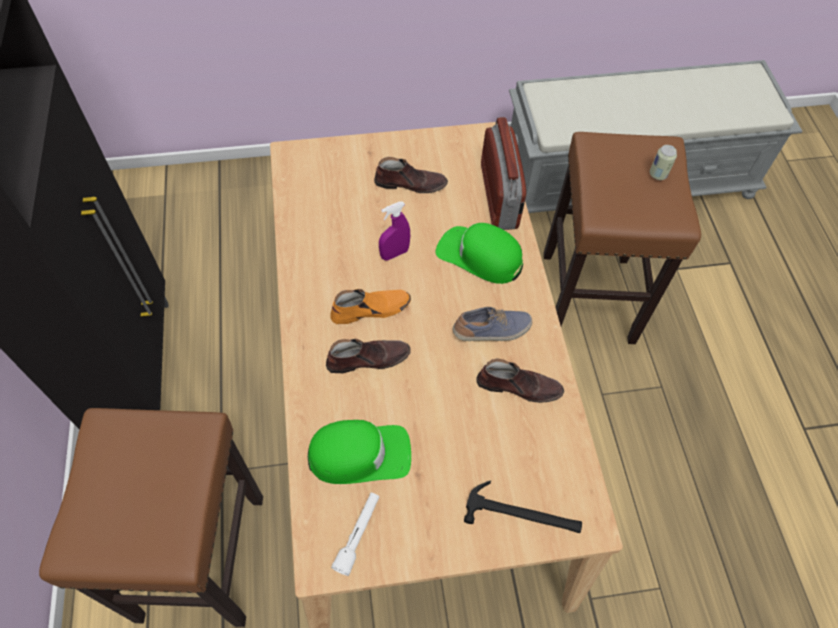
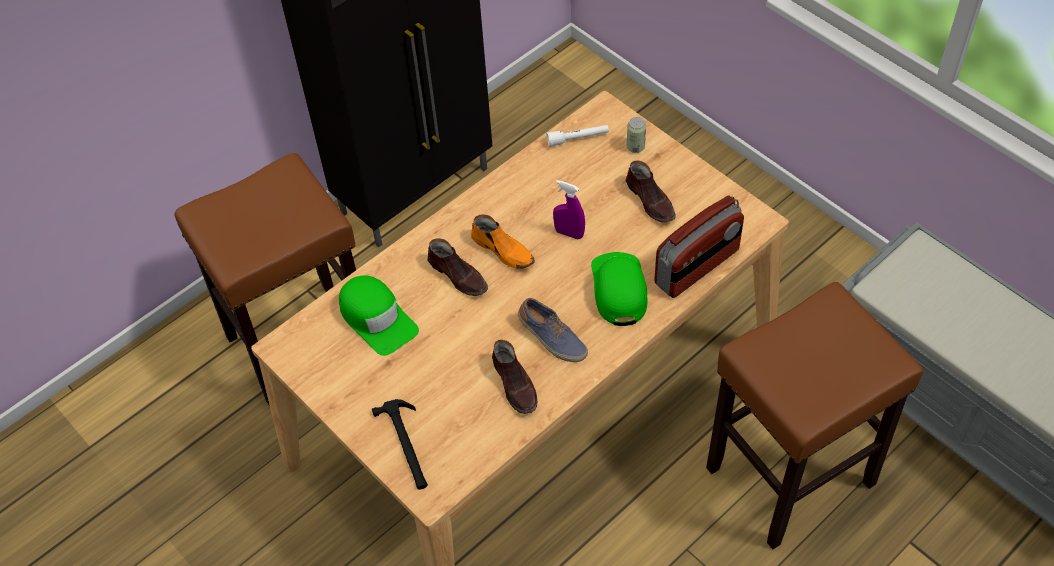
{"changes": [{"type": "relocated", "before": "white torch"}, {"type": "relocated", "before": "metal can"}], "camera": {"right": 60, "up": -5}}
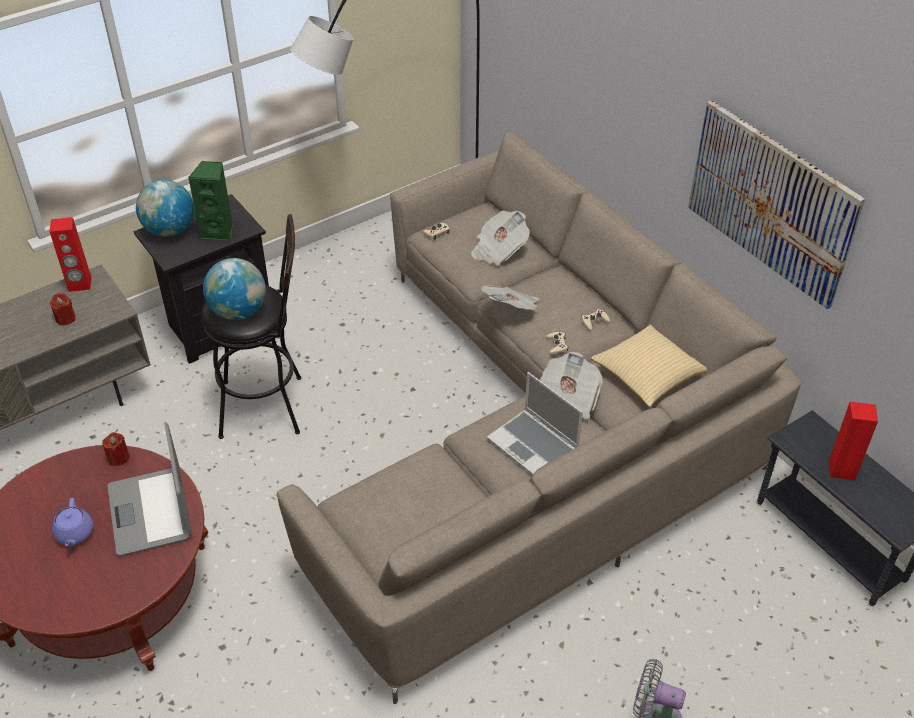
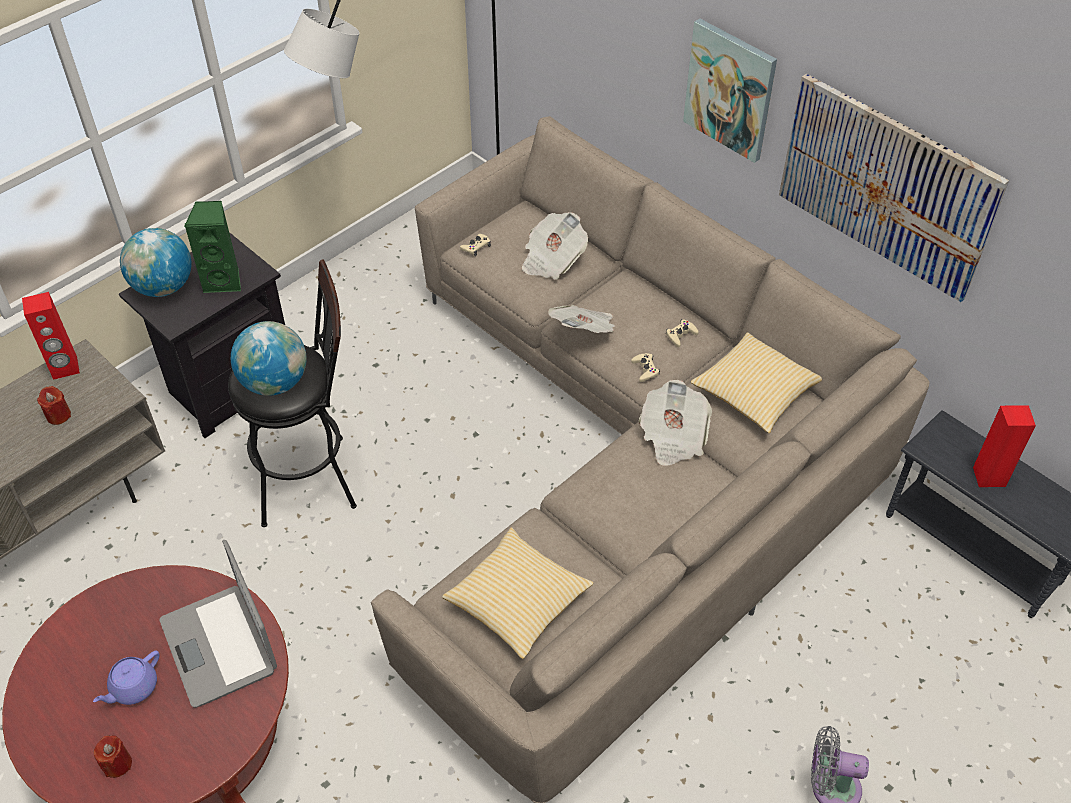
{"changes": [{"type": "missing", "before": "portable computer (no. 2 from left)"}, {"type": "appeared", "after": "throw pillow (no. 1 from left)"}, {"type": "appeared", "after": "wall art (no. 1 from left)"}, {"type": "relocated", "before": "red-coloured wax candle (no. 2 from left)"}, {"type": "spun", "before": "purple-coloured tea pot", "turn": 60}], "camera": {"right": -10, "up": 5}}
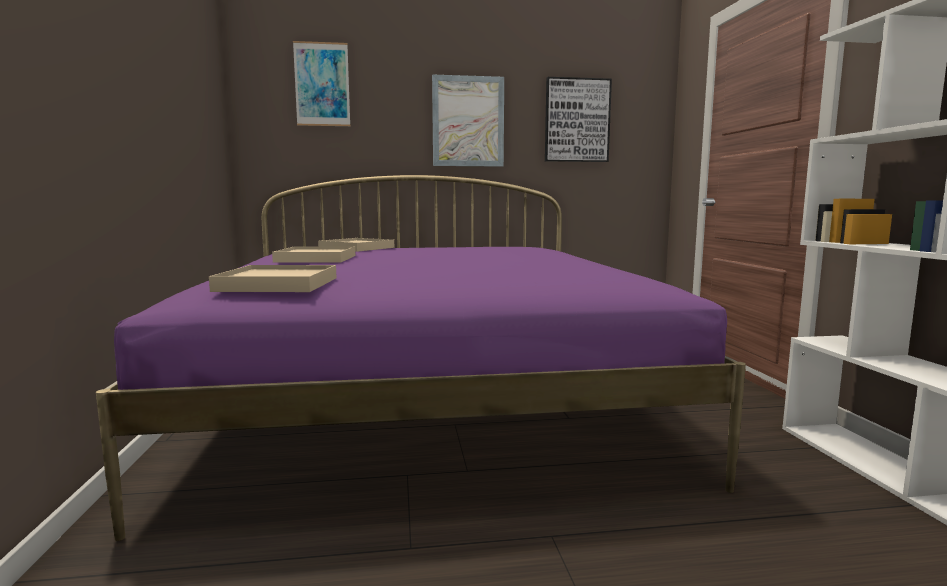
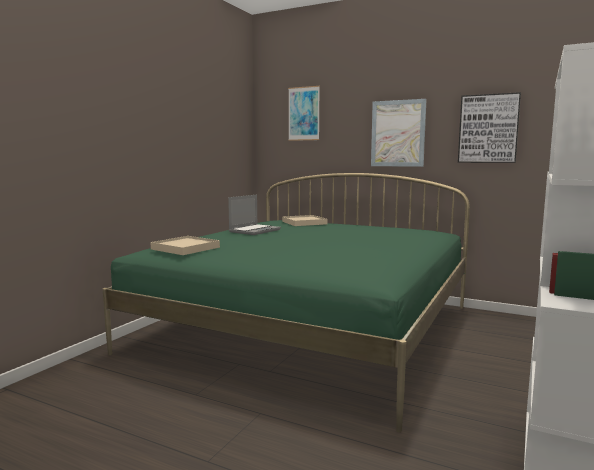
{"changes": [{"type": "exchanged", "before": "beige serving tray (no. 2 from left)", "after": "portable computer"}, {"type": "colour", "before": "purple-coloured bedroom bed", "after": "green-coloured bedroom bed"}], "camera": {"right": 35, "up": 0}}
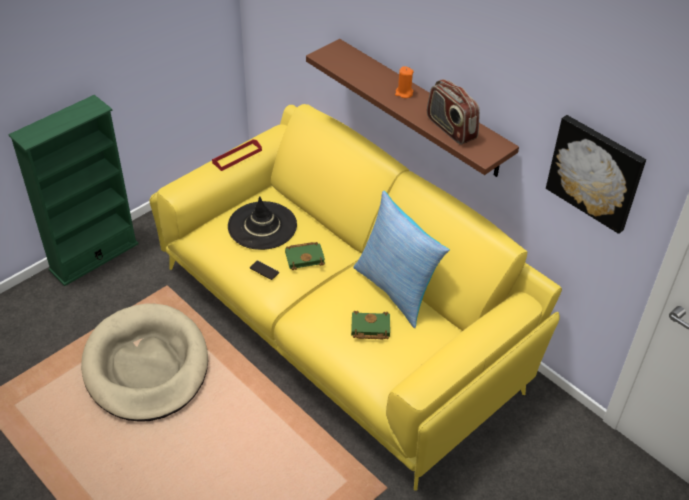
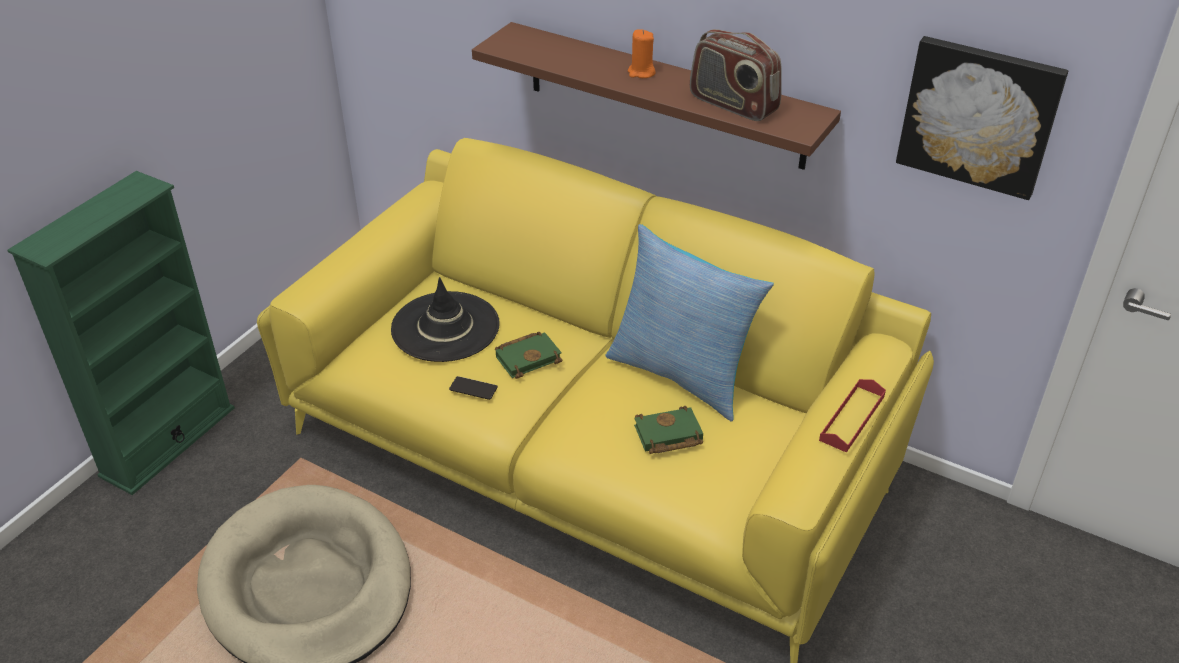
{"changes": [{"type": "relocated", "before": "red-coloured serving tray"}], "camera": {"right": -15, "up": -5}}
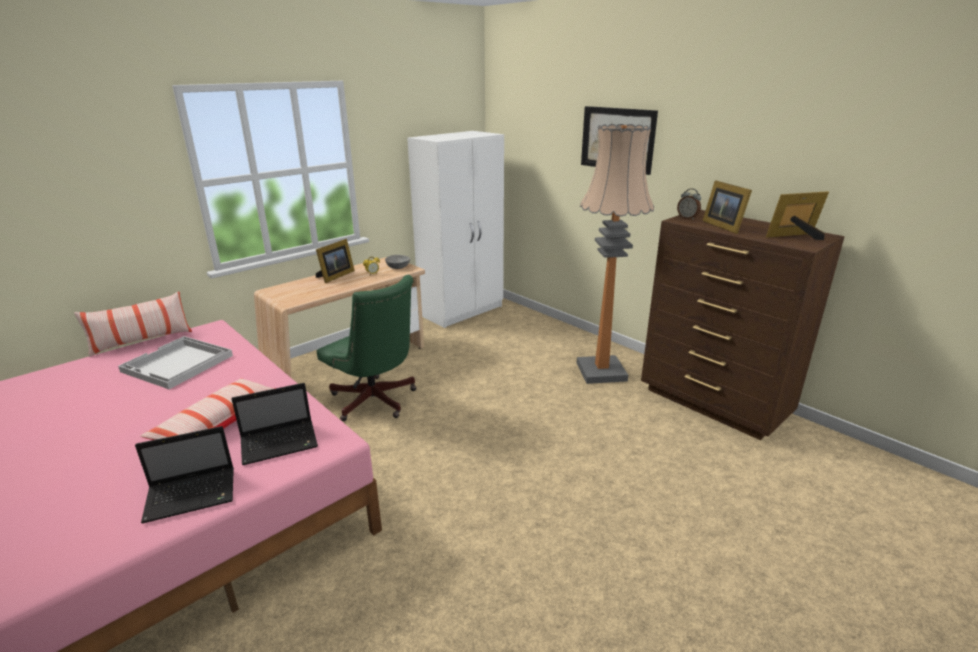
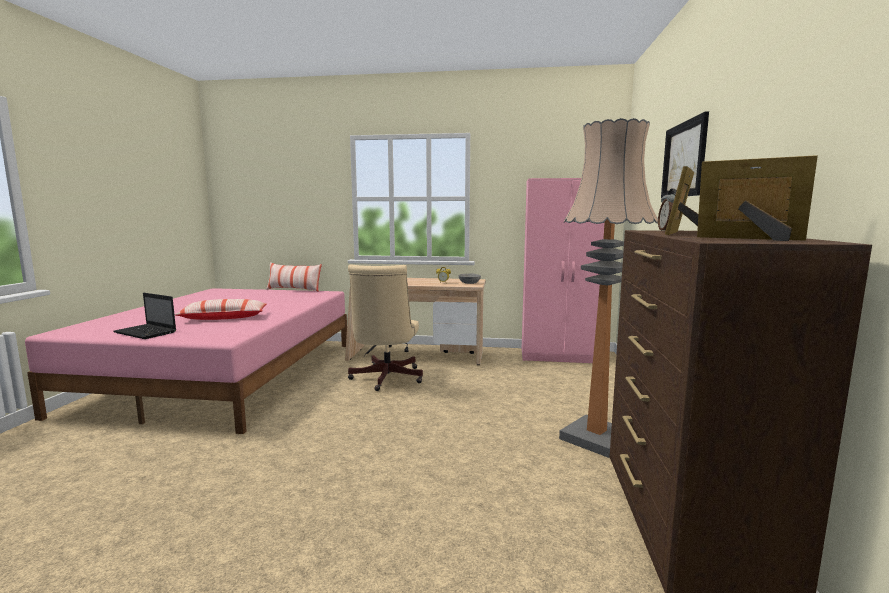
{"changes": [{"type": "missing", "before": "white serving tray"}, {"type": "missing", "before": "portable computer (no. 2 from left)"}, {"type": "missing", "before": "photo frame (no. 1 from left)"}, {"type": "colour", "before": "green-coloured office chair", "after": "beige office chair"}, {"type": "colour", "before": "white wardrobe", "after": "pink-coloured wardrobe"}], "camera": {"right": 50, "up": -15}}
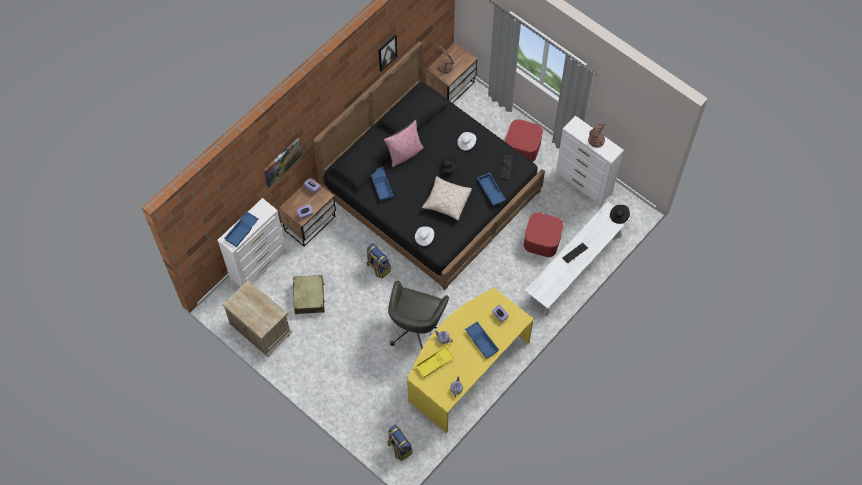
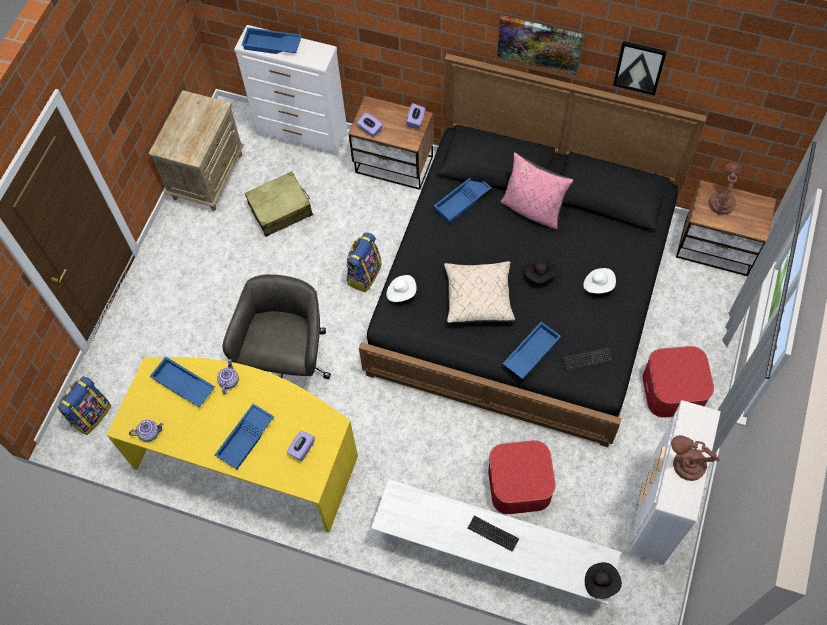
{"changes": [{"type": "relocated", "before": "wall art (no. 1 from left)"}, {"type": "colour", "before": "yellowish serving tray", "after": "blue serving tray (no. 1 from left)"}, {"type": "spun", "before": "gray office chair", "turn": 105}], "camera": {"right": 70, "up": 0}}
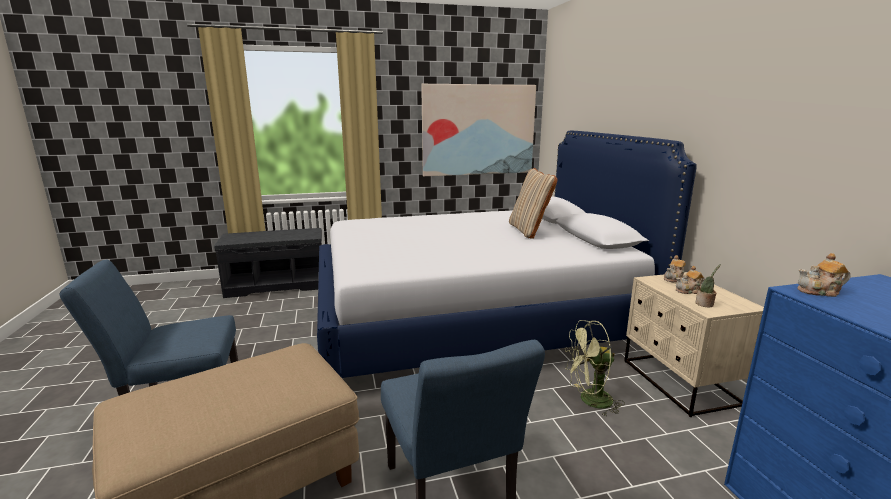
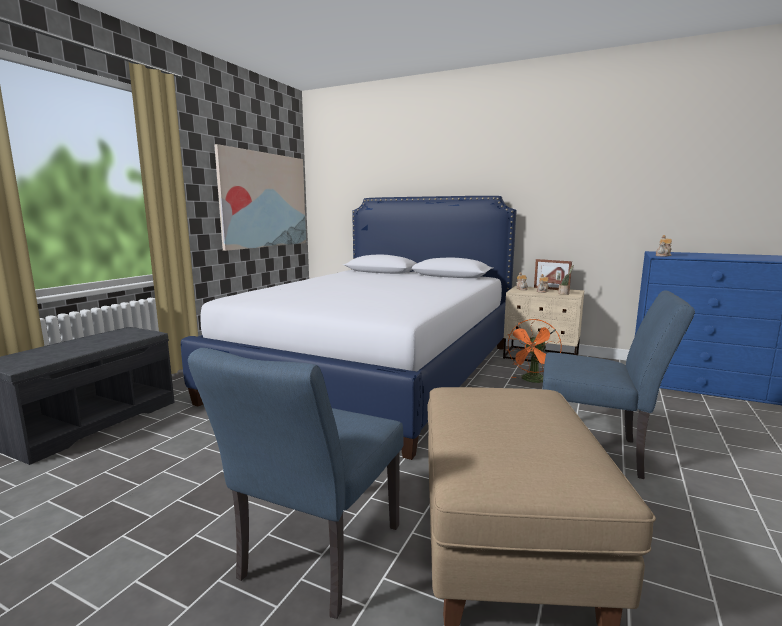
{"changes": [{"type": "missing", "before": "beige throw pillow"}, {"type": "appeared", "after": "photo frame"}, {"type": "colour", "before": "green-coloured fan", "after": "orangey fan"}], "camera": {"right": -50, "up": -5}}
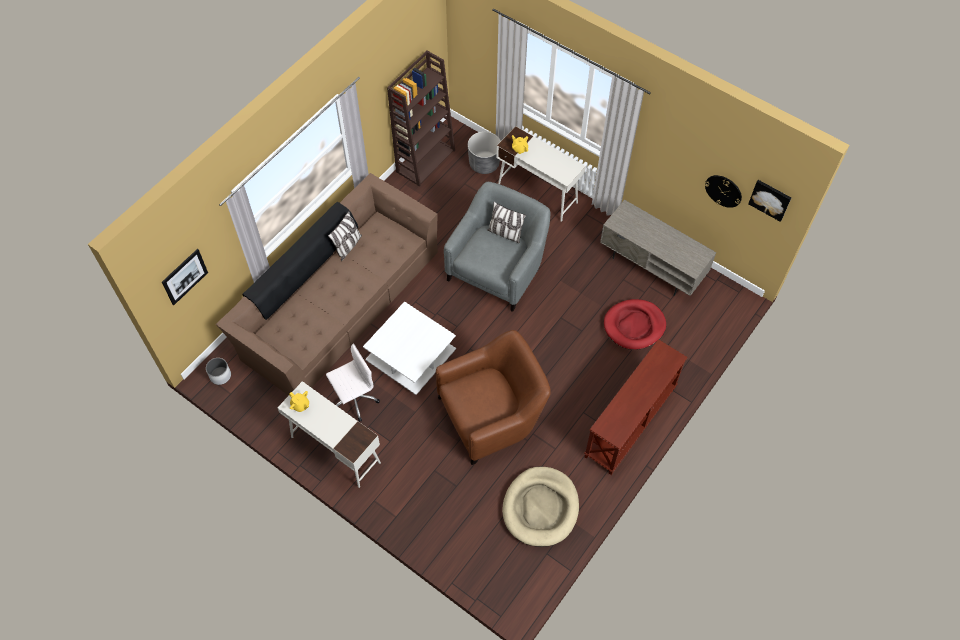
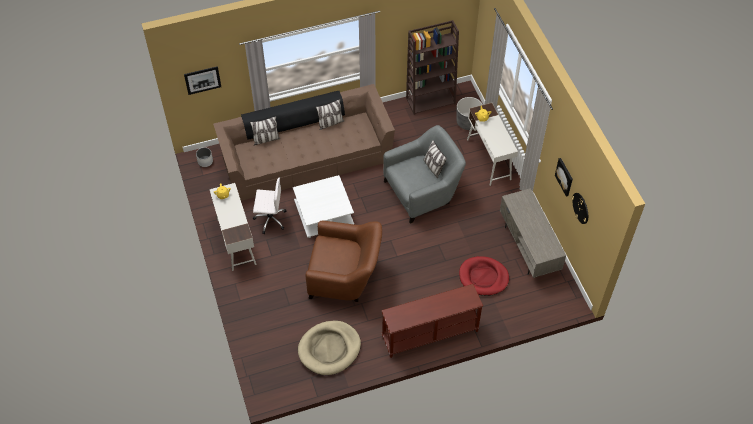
{"changes": [{"type": "appeared", "after": "throw pillow (no. 1 from left)"}, {"type": "relocated", "before": "wall art (no. 2 from left)"}], "camera": {"right": 35, "up": -5}}
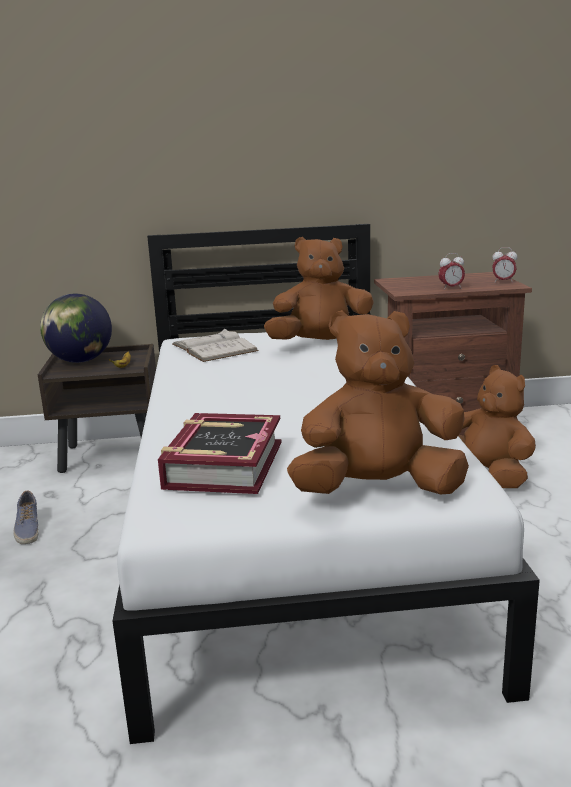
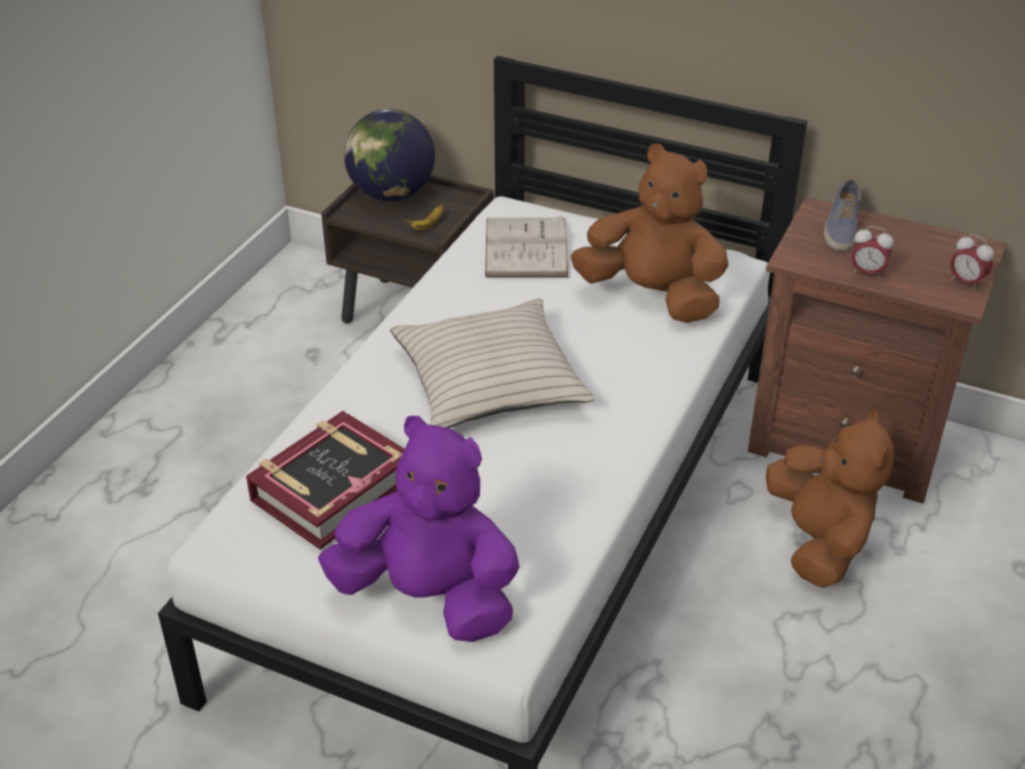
{"changes": [{"type": "appeared", "after": "beige throw pillow"}, {"type": "relocated", "before": "item of footwear"}, {"type": "colour", "before": "brown-coloured cuddly toy (no. 2 from left)", "after": "purple-coloured cuddly toy"}], "camera": {"right": 30, "up": 20}}
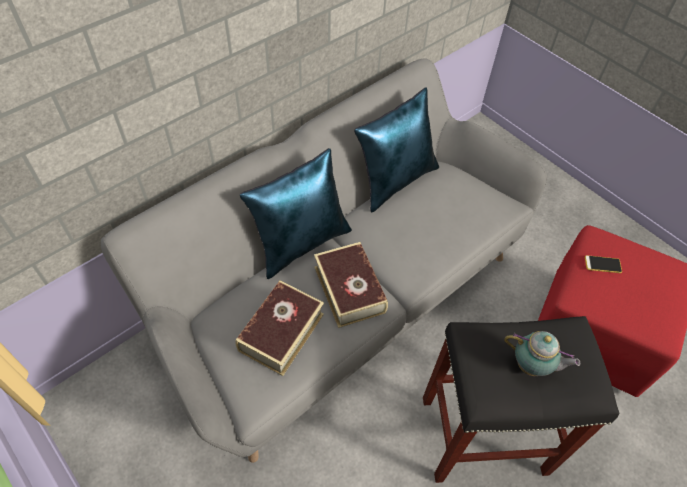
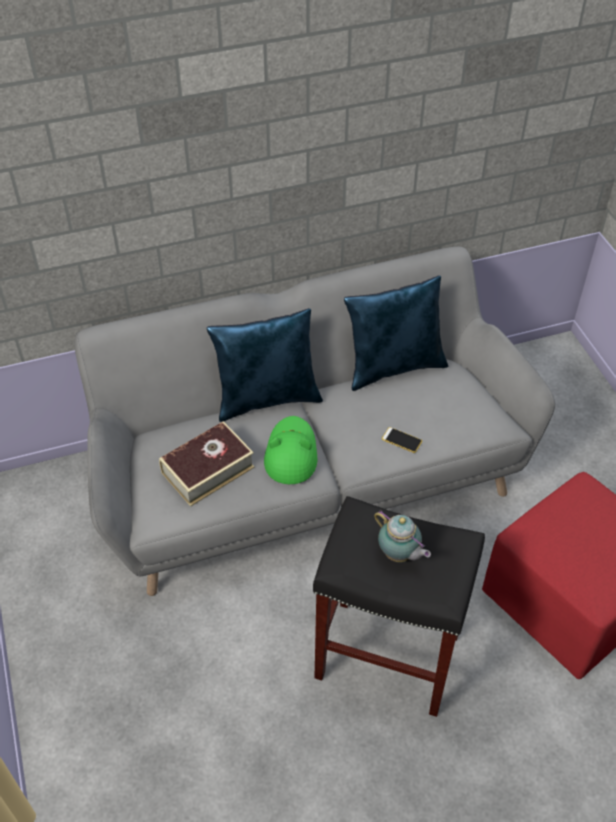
{"changes": [{"type": "relocated", "before": "phone"}, {"type": "exchanged", "before": "volume (no. 2 from left)", "after": "green-coloured wearable hat"}], "camera": {"right": 25, "up": -5}}
